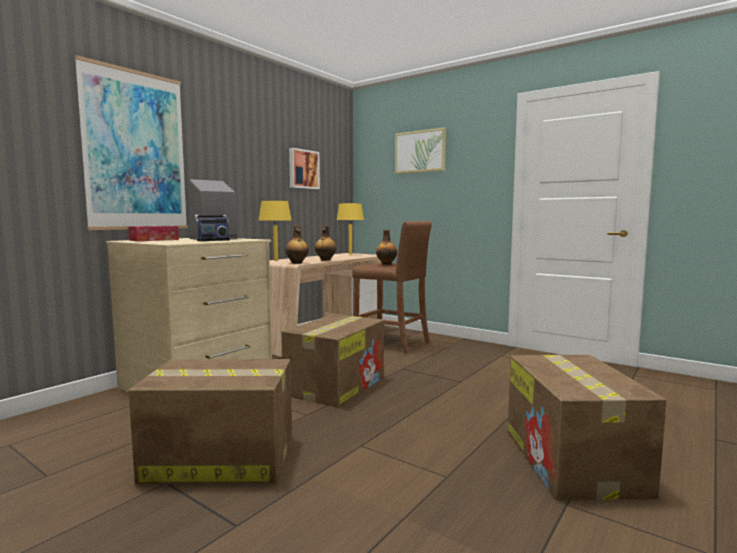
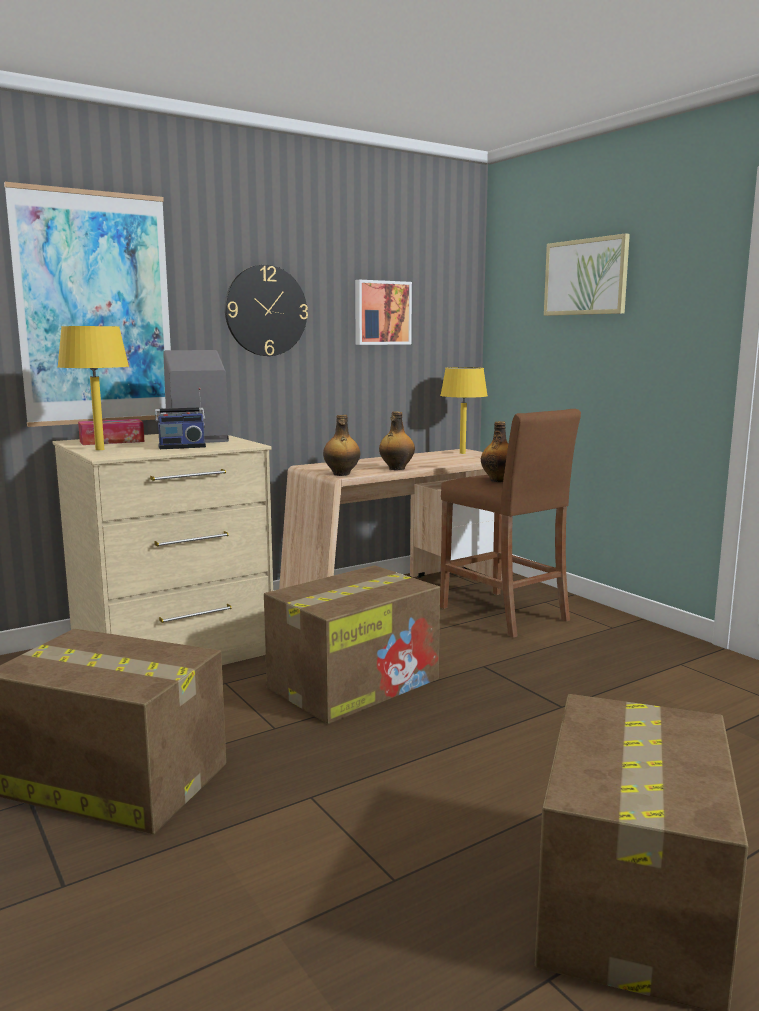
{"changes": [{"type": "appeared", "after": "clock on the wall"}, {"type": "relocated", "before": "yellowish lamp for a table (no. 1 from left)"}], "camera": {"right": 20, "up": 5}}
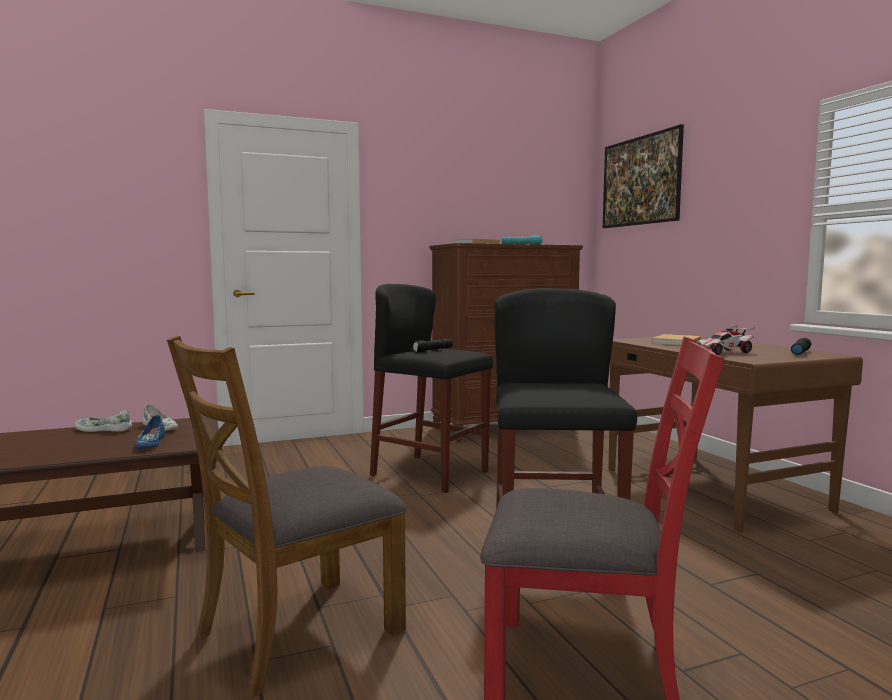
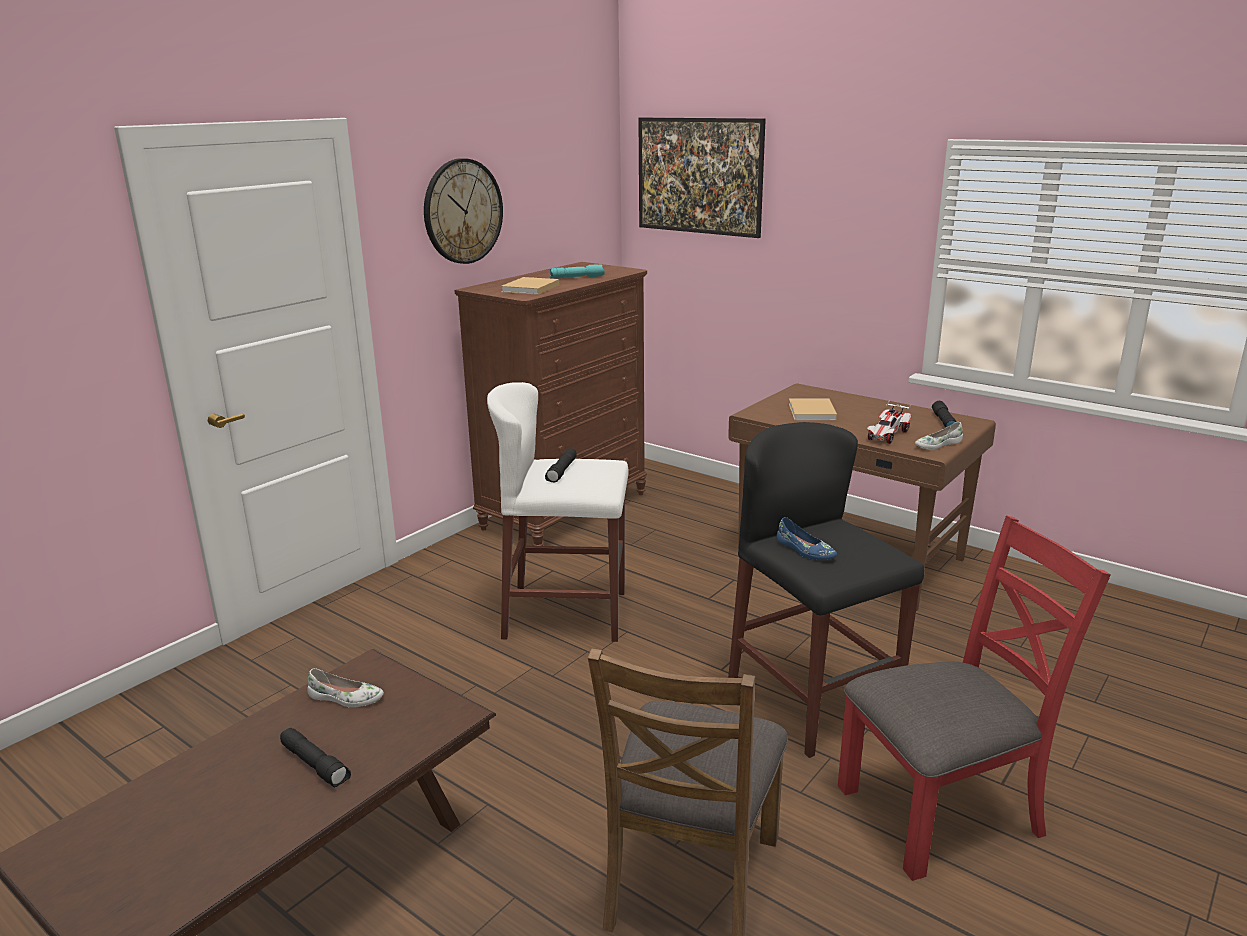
{"changes": [{"type": "appeared", "after": "black-coloured torch (no. 1 from left)"}, {"type": "appeared", "after": "clock on the wall"}, {"type": "relocated", "before": "white item of footwear (no. 1 from left in the first image)", "after": "white item of footwear (no. 2 from left)"}, {"type": "relocated", "before": "blue item of footwear"}, {"type": "colour", "before": "black-coloured stool seat (no. 1 from left)", "after": "white stool seat"}], "camera": {"right": -30, "up": 15}}
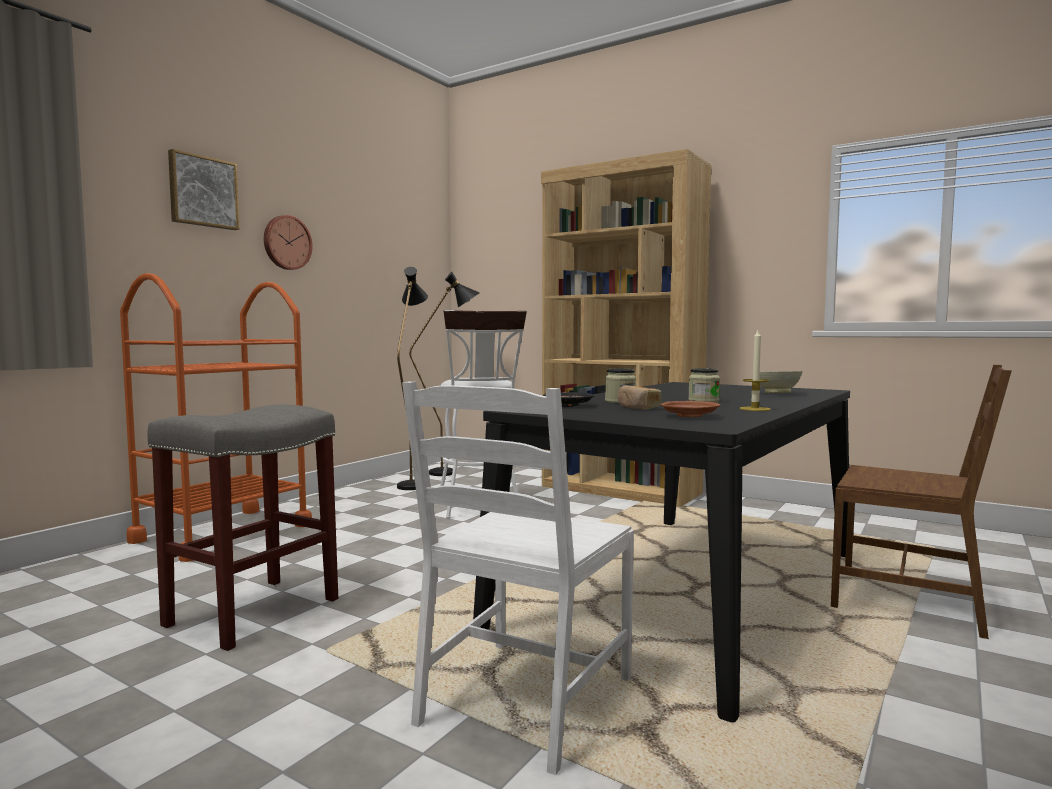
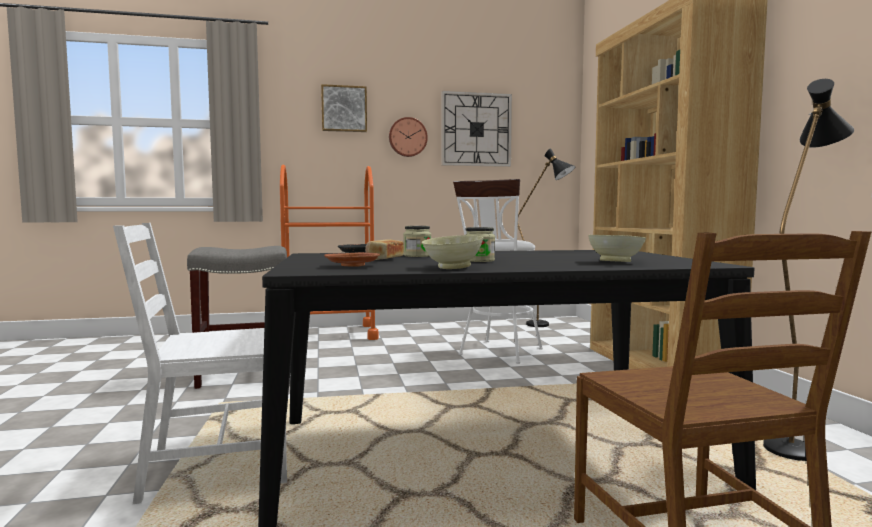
{"changes": [{"type": "appeared", "after": "clock on the wall (no. 2 from left)"}, {"type": "relocated", "before": "black-coloured floor lamp (no. 1 from left in the first image)", "after": "black-coloured floor lamp (no. 2 from left)"}, {"type": "exchanged", "before": "wax candle", "after": "beige bowl (no. 1 from left)"}], "camera": {"right": 45, "up": 0}}
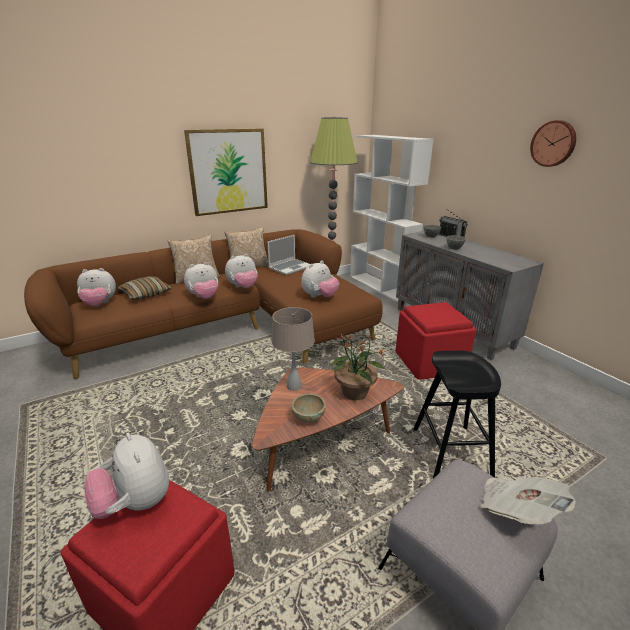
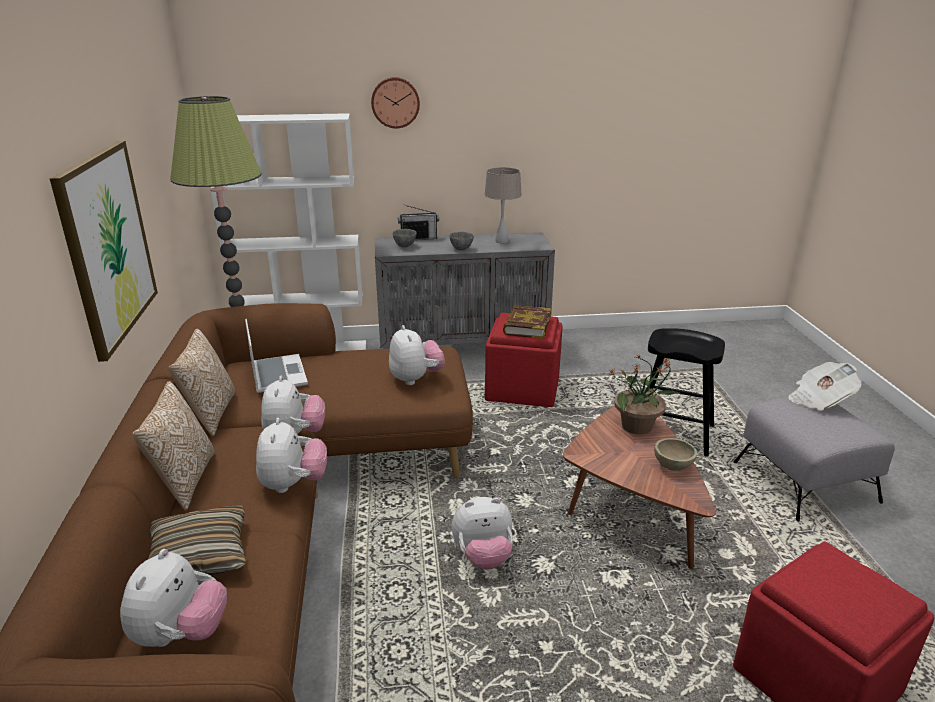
{"changes": [{"type": "appeared", "after": "volume"}, {"type": "relocated", "before": "cuddly toy (no. 2 from left in the first image)", "after": "cuddly toy (no. 5 from left)"}, {"type": "relocated", "before": "beige lamp for a table"}, {"type": "relocated", "before": "clock on the wall"}], "camera": {"right": -65, "up": 0}}
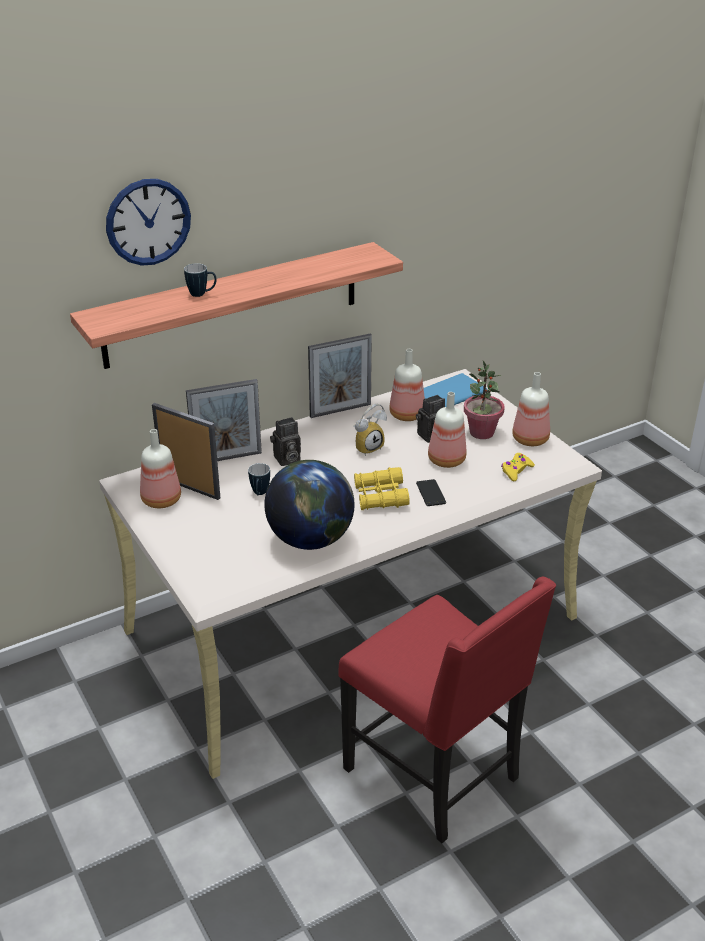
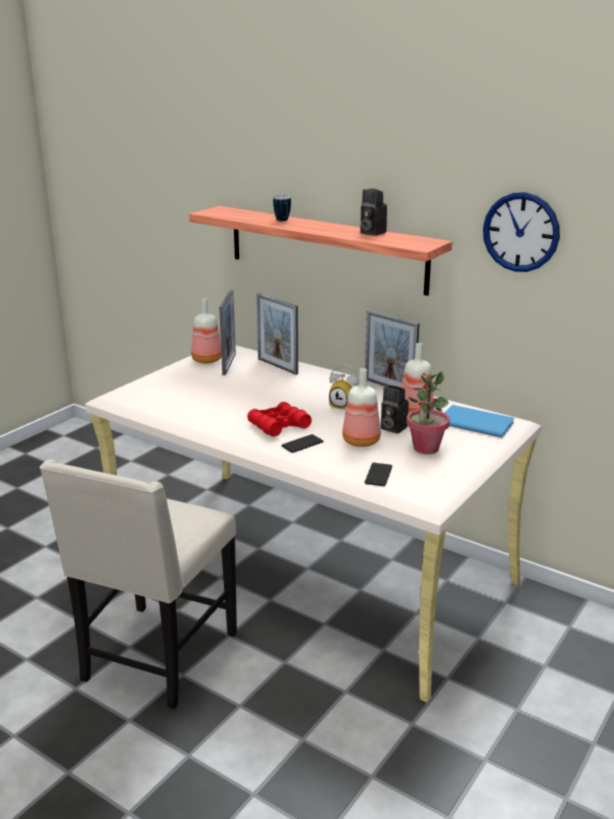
{"changes": [{"type": "missing", "before": "tea mug (no. 2 from left)"}, {"type": "missing", "before": "globe"}, {"type": "missing", "before": "bottle (no. 4 from left)"}, {"type": "relocated", "before": "clock on the wall"}, {"type": "relocated", "before": "still camera (no. 1 from left)"}, {"type": "exchanged", "before": "yellowish game controller", "after": "phone (no. 2 from left)"}, {"type": "colour", "before": "red-coloured chair", "after": "beige chair"}, {"type": "colour", "before": "yellowish field glasses", "after": "red-coloured field glasses"}], "camera": {"right": 65, "up": -10}}
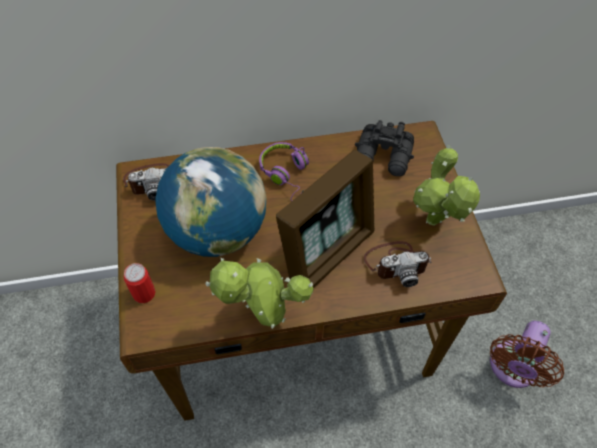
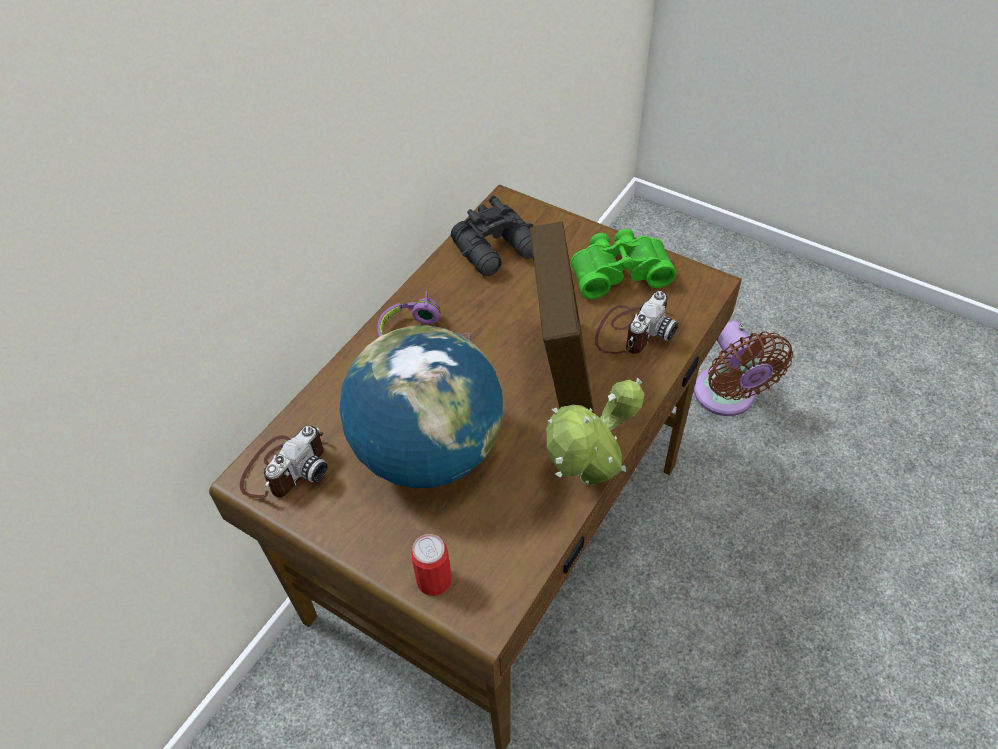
{"changes": [{"type": "exchanged", "before": "potted plant (no. 2 from left)", "after": "green-coloured field glasses"}], "camera": {"right": -45, "up": -5}}
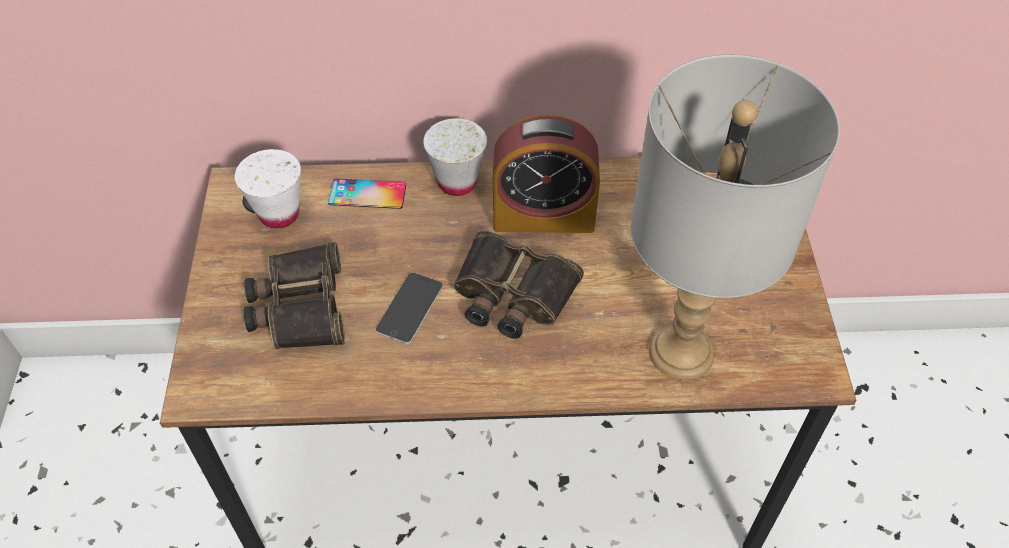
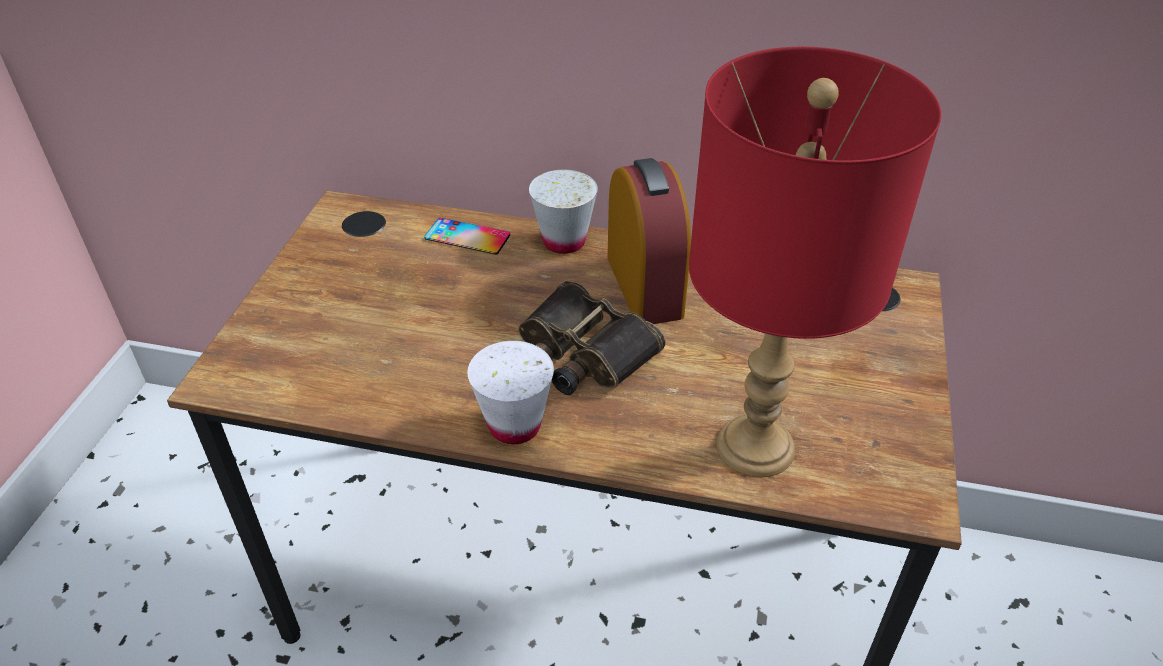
{"changes": [{"type": "missing", "before": "field glasses (no. 1 from left)"}, {"type": "missing", "before": "phone (no. 2 from left)"}, {"type": "relocated", "before": "white drinking cup (no. 1 from left)"}, {"type": "colour", "before": "gray lamp for a table", "after": "red-coloured lamp for a table"}, {"type": "spun", "before": "alarm clock", "turn": -120}], "camera": {"right": 15, "up": -10}}
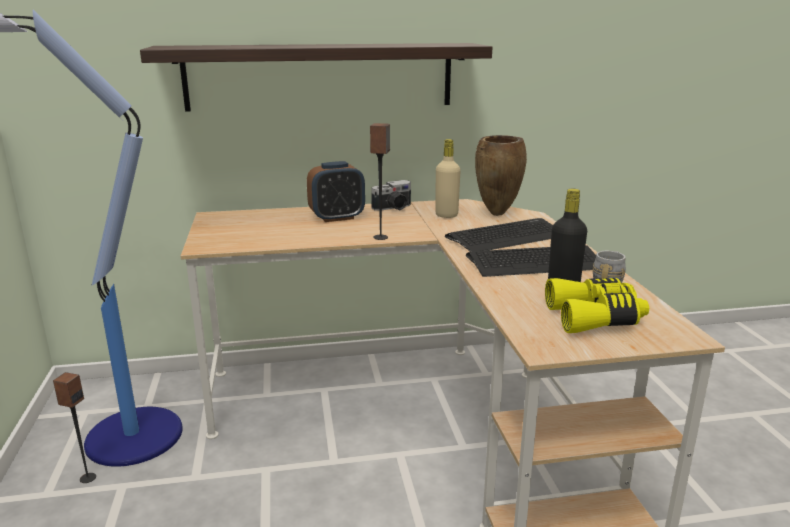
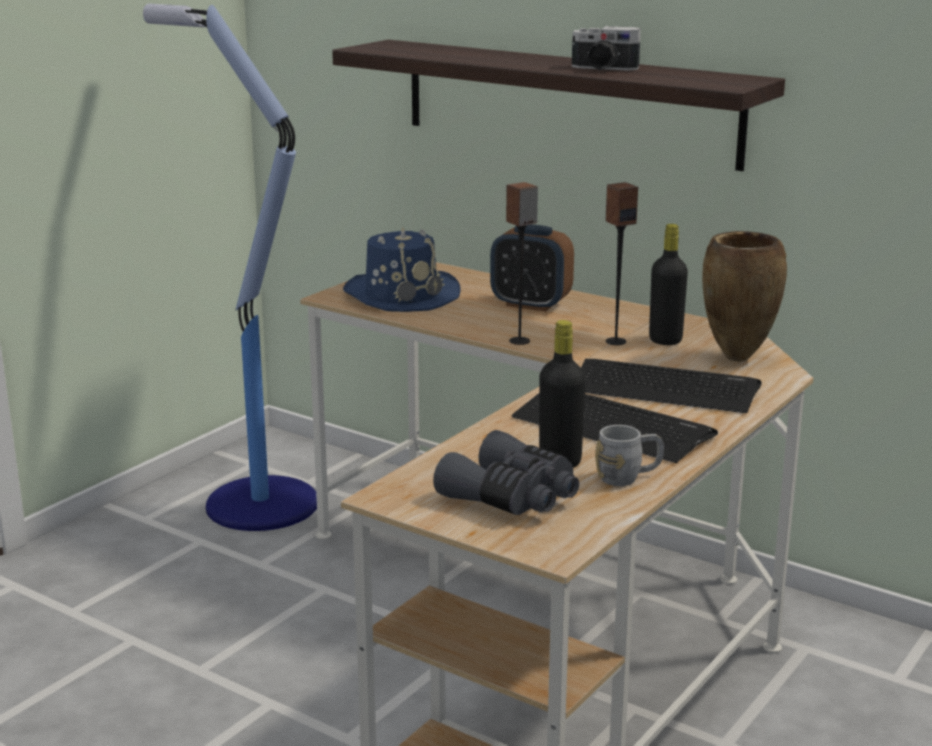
{"changes": [{"type": "appeared", "after": "blue wearable hat"}, {"type": "relocated", "before": "speaker (no. 1 from left in the first image)", "after": "speaker (no. 2 from left)"}, {"type": "relocated", "before": "still camera"}, {"type": "colour", "before": "beige bottle", "after": "black-coloured bottle (no. 2 from left)"}, {"type": "colour", "before": "yellowish field glasses", "after": "gray field glasses"}], "camera": {"right": 45, "up": 0}}
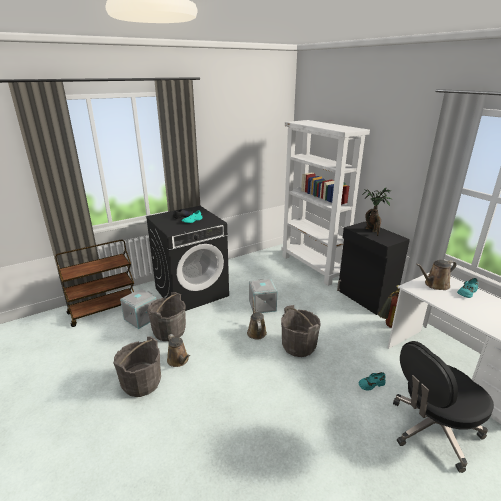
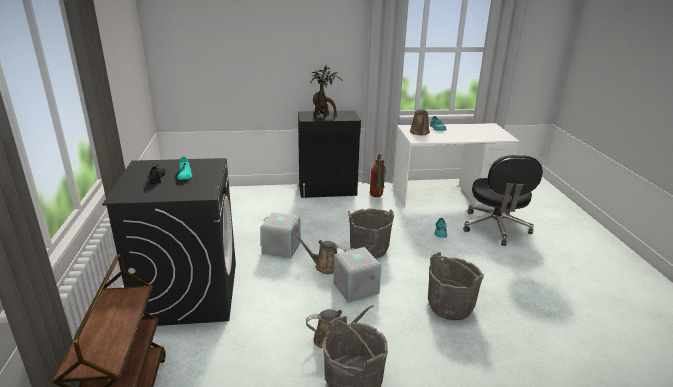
{"changes": [{"type": "missing", "before": "white shelving unit"}, {"type": "relocated", "before": "gray storage bin (no. 1 from left in the first image)", "after": "gray storage bin (no. 2 from left)"}, {"type": "relocated", "before": "gray water bucket (no. 2 from left in the first image)", "after": "gray water bucket (no. 3 from left)"}], "camera": {"right": -65, "up": 0}}
